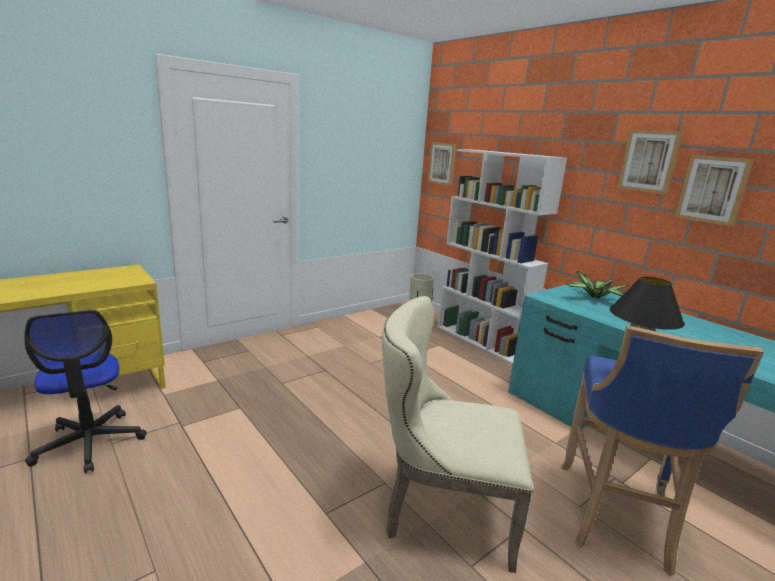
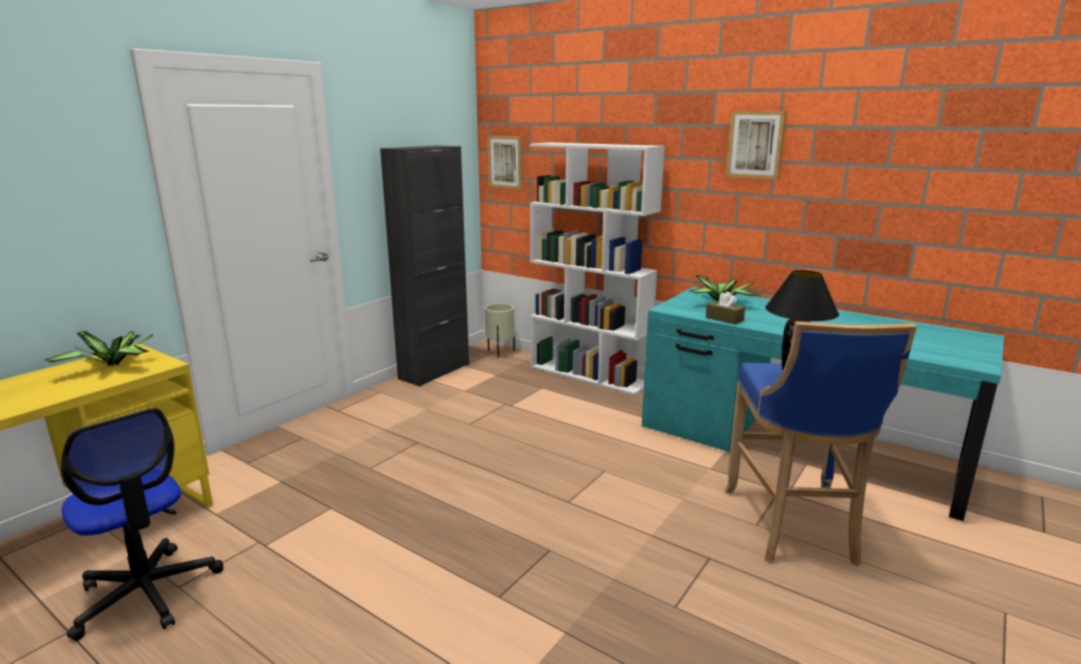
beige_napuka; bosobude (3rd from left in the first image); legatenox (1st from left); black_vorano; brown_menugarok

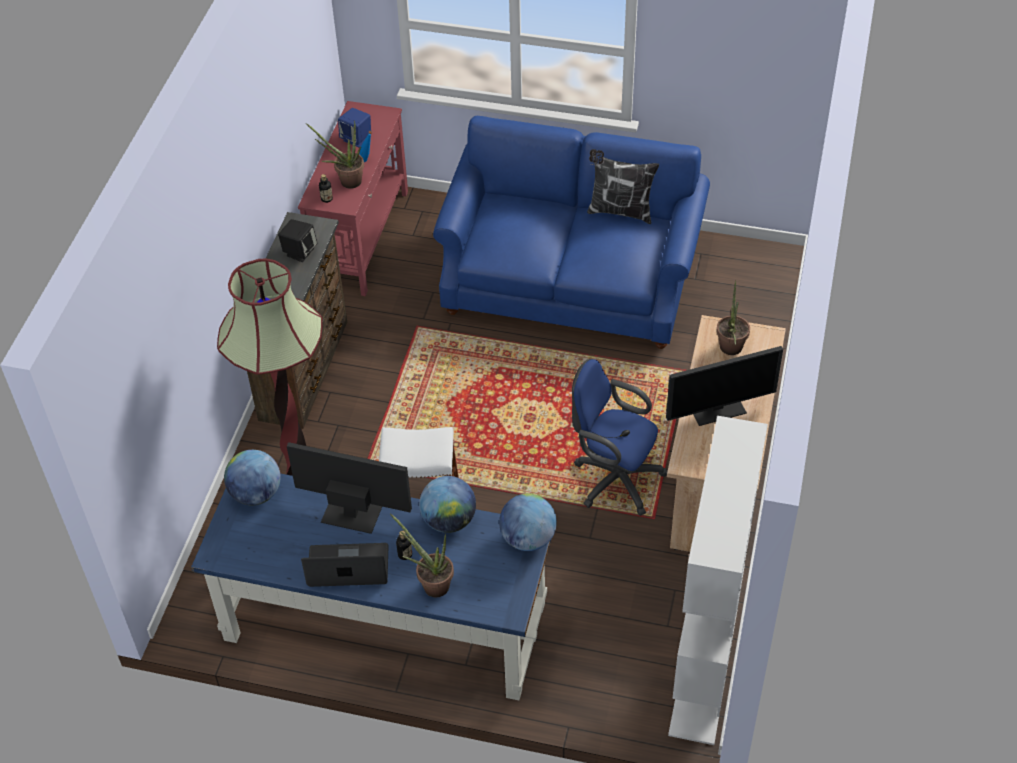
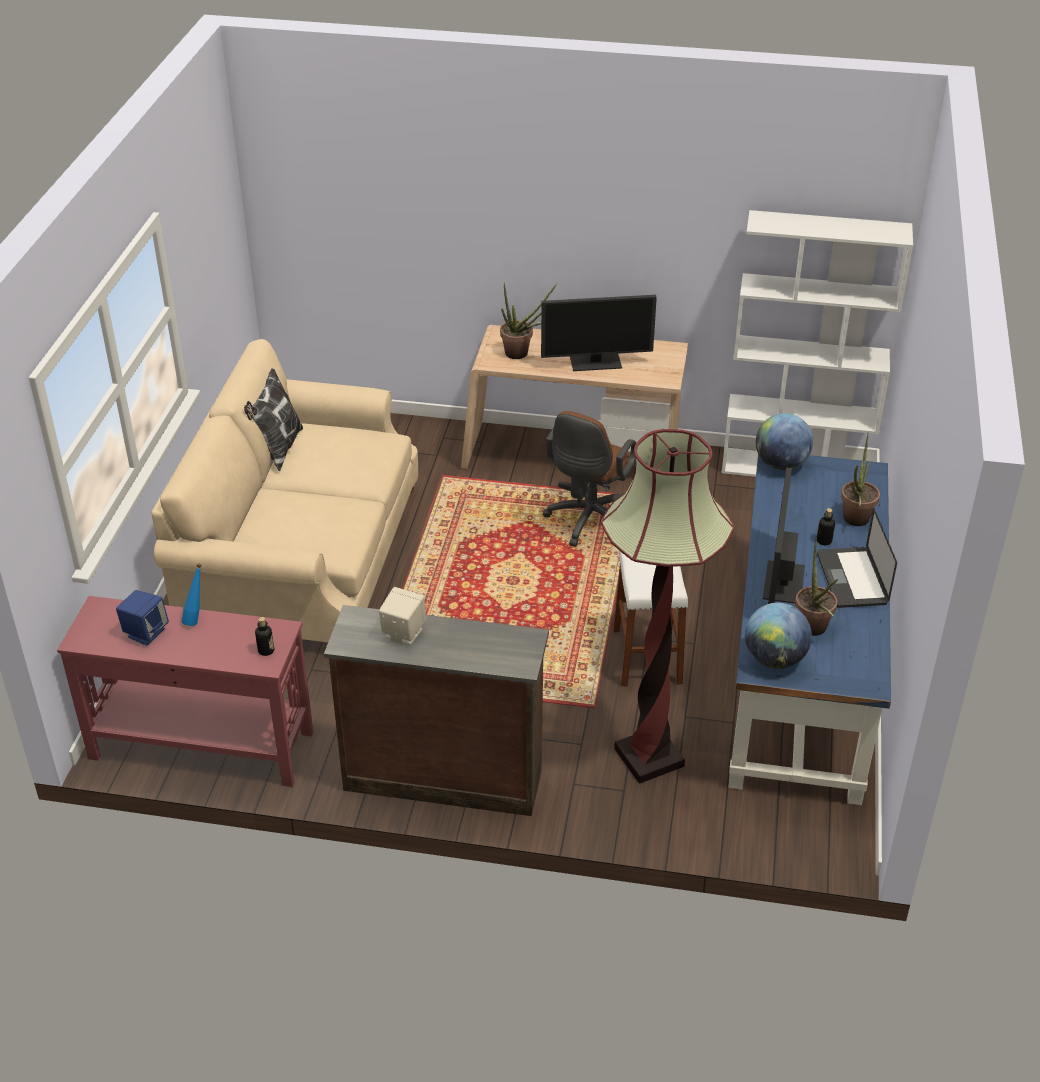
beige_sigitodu; legatenox (2nd from left); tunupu (2nd from left in the first image); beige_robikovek; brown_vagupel; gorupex (1st from left)

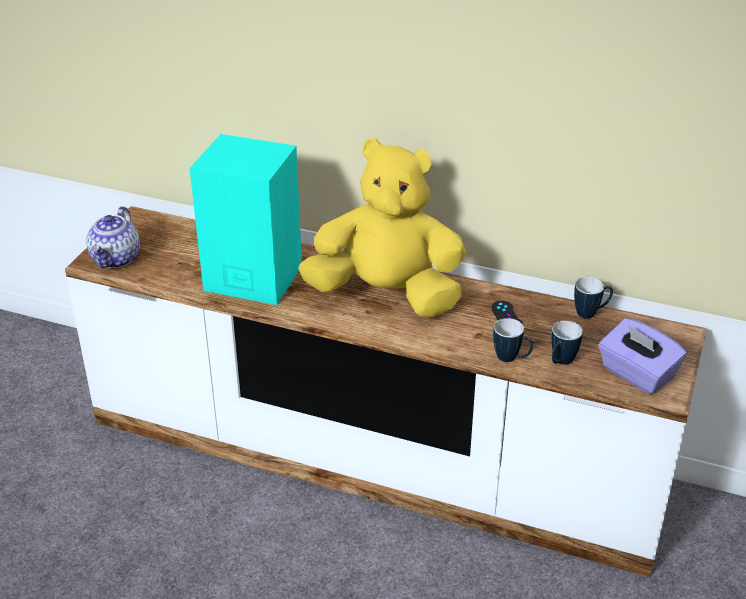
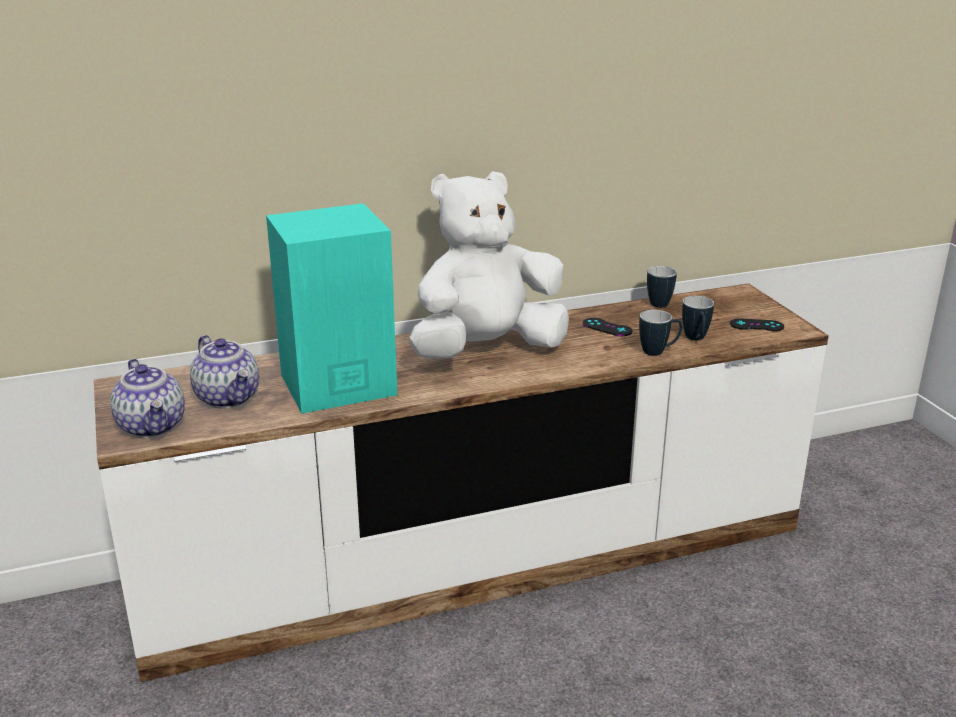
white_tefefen; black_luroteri (2nd from left); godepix (2nd from left)

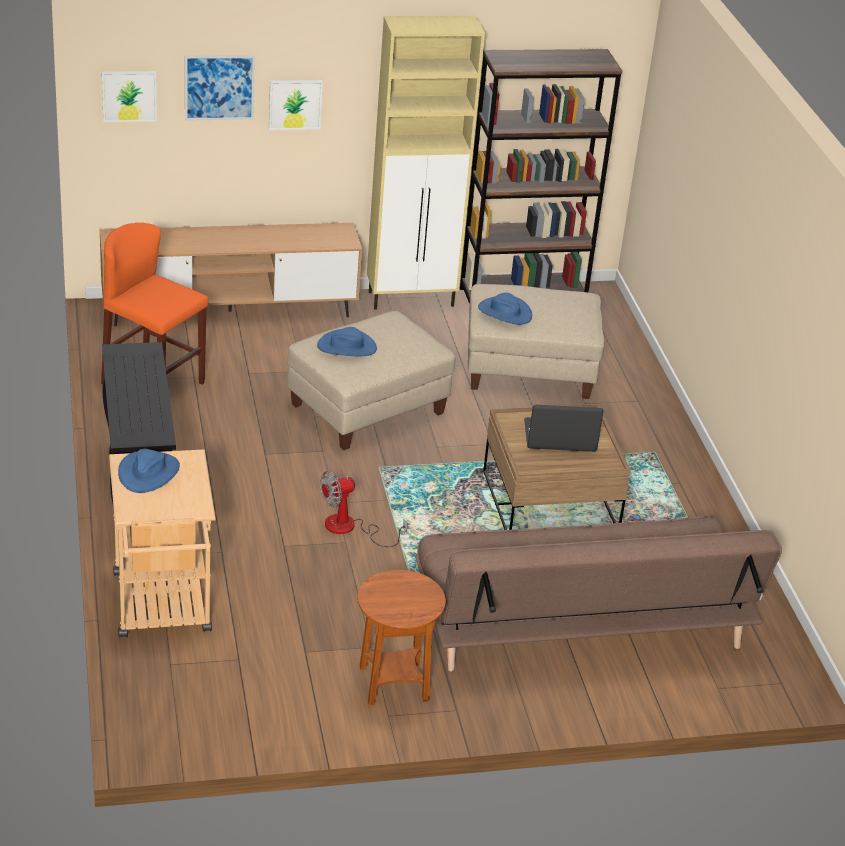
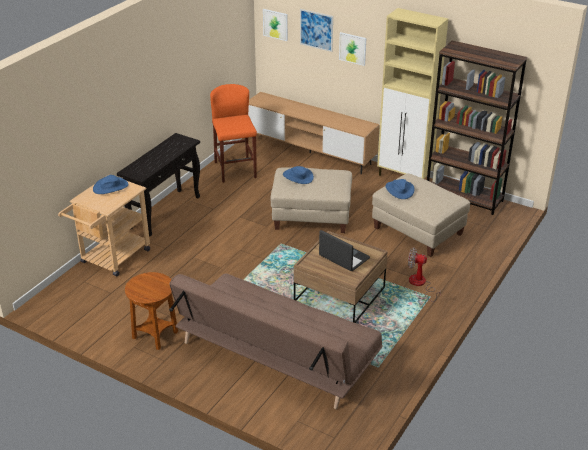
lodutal

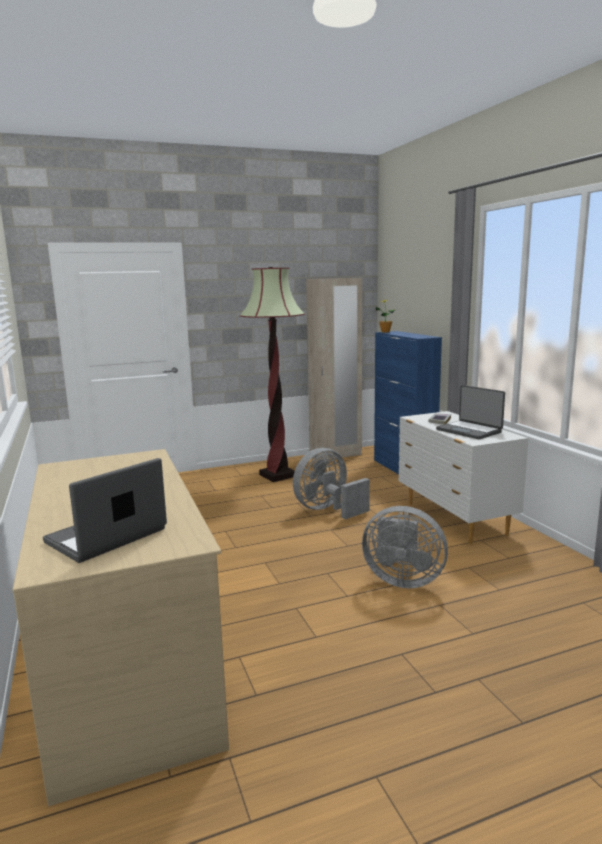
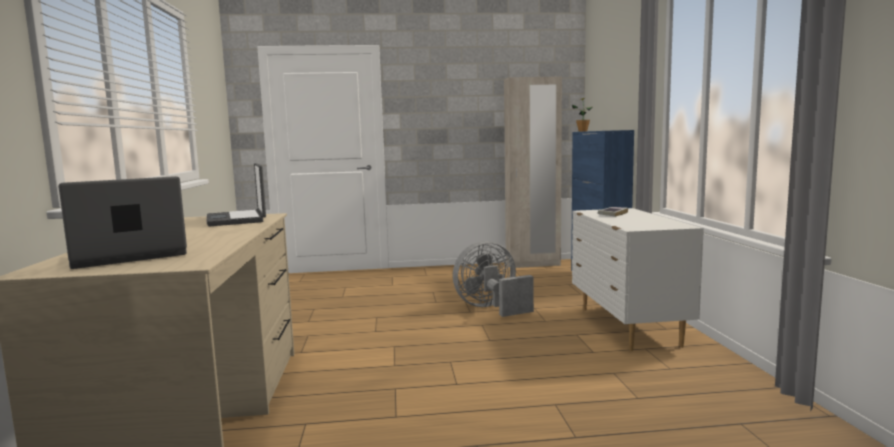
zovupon; grey_lodutal (2nd from left in the first image); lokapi (2nd from left)

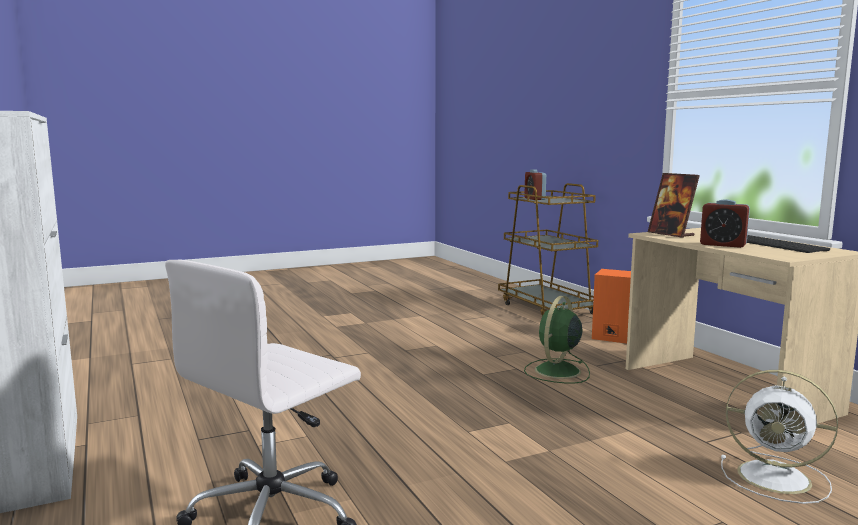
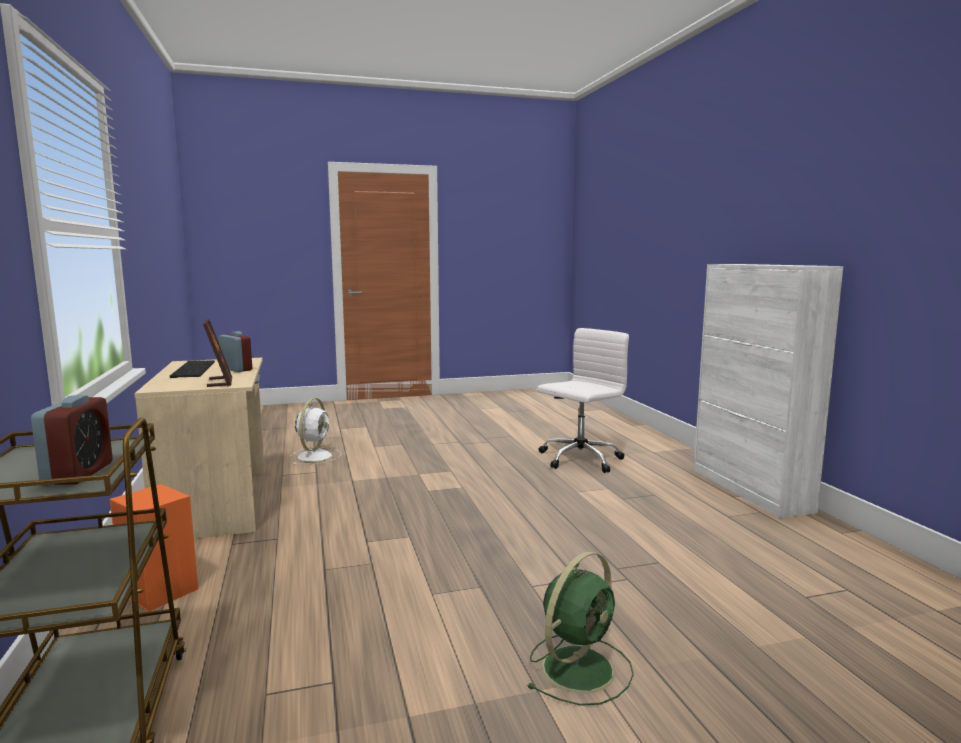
green_lodutal; white_lodutal

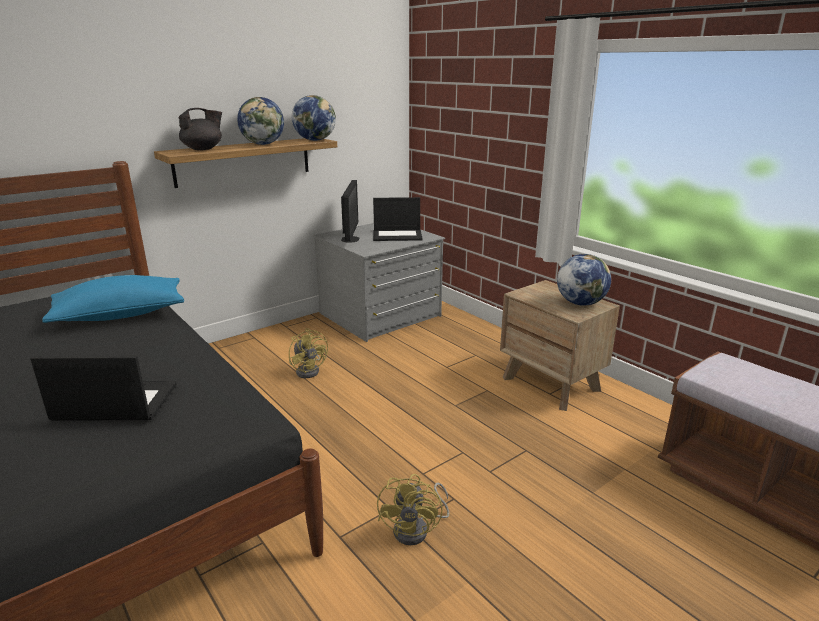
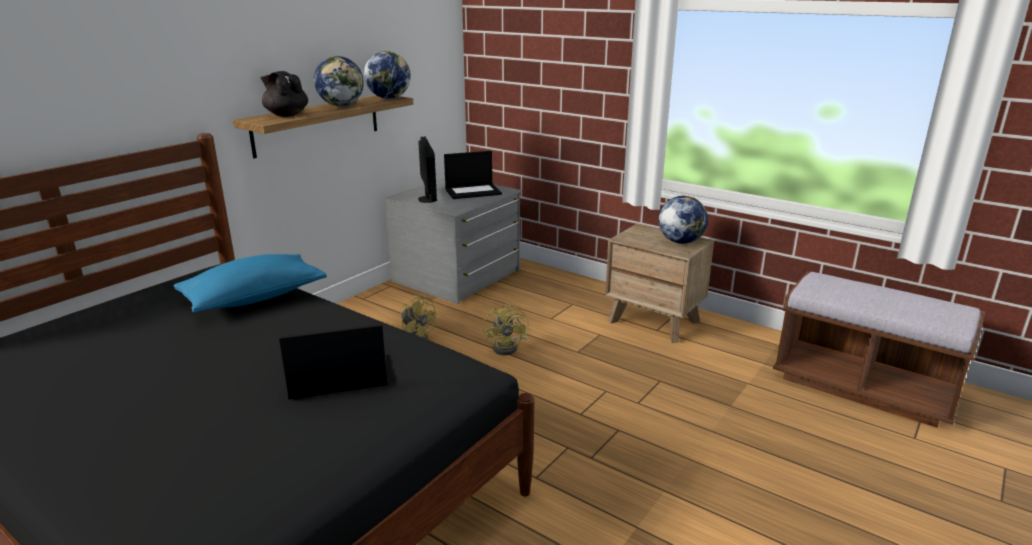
black_godepix; yellow_lodutal (2nd from left)

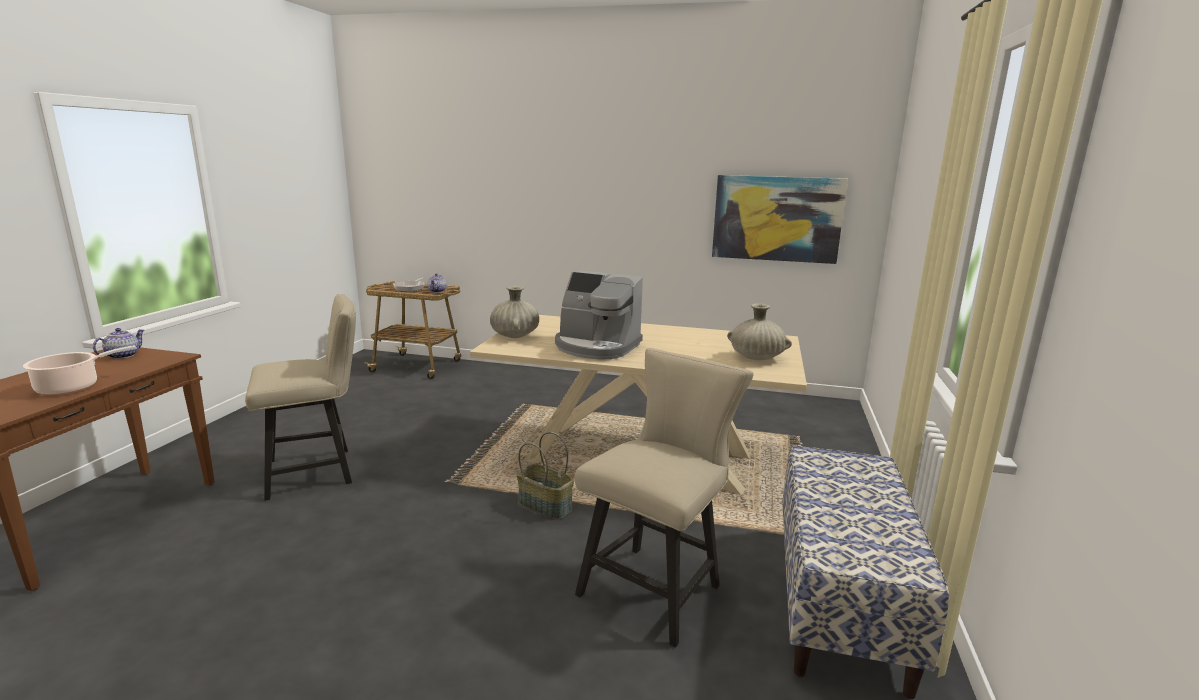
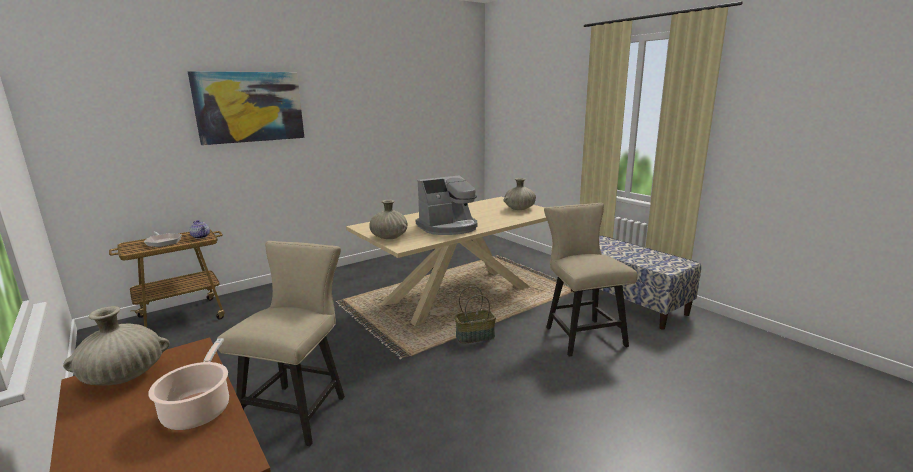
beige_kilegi (1st from left); bosobude

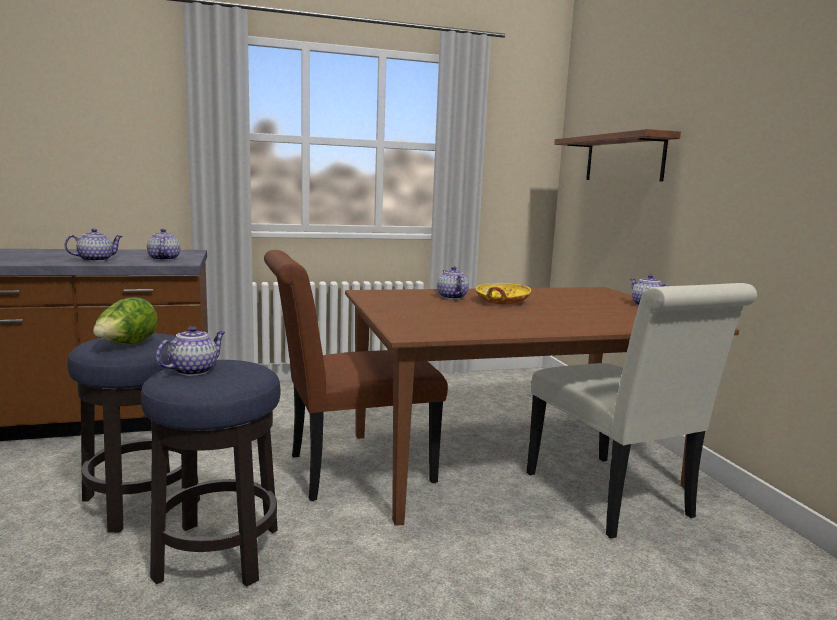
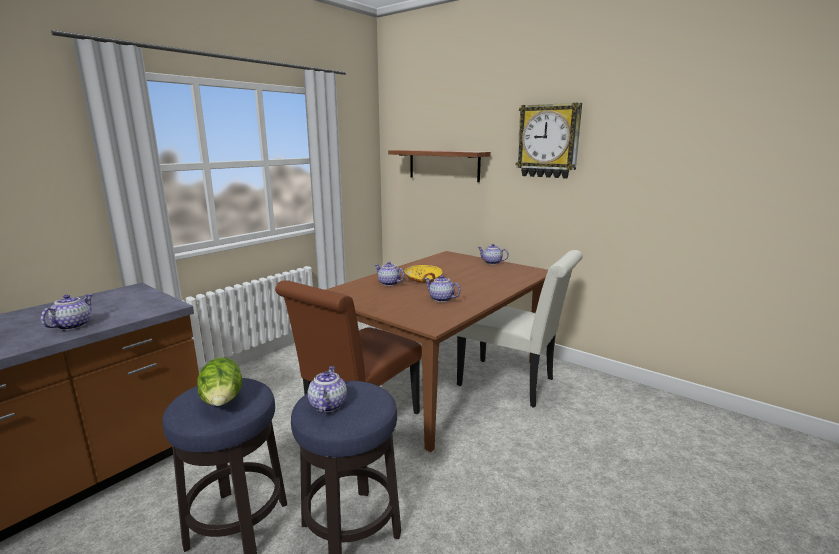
godepix (4th from left); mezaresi

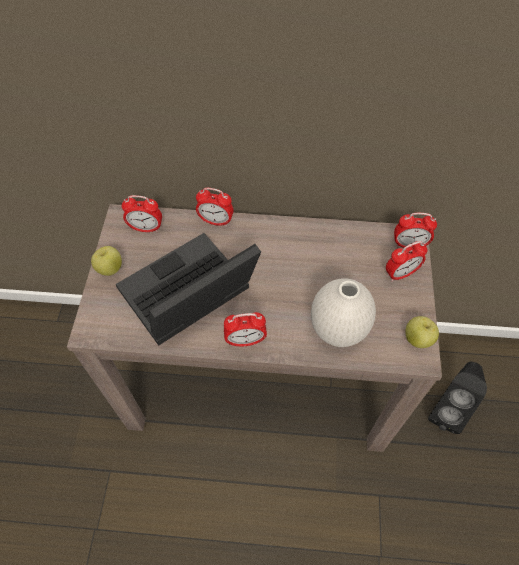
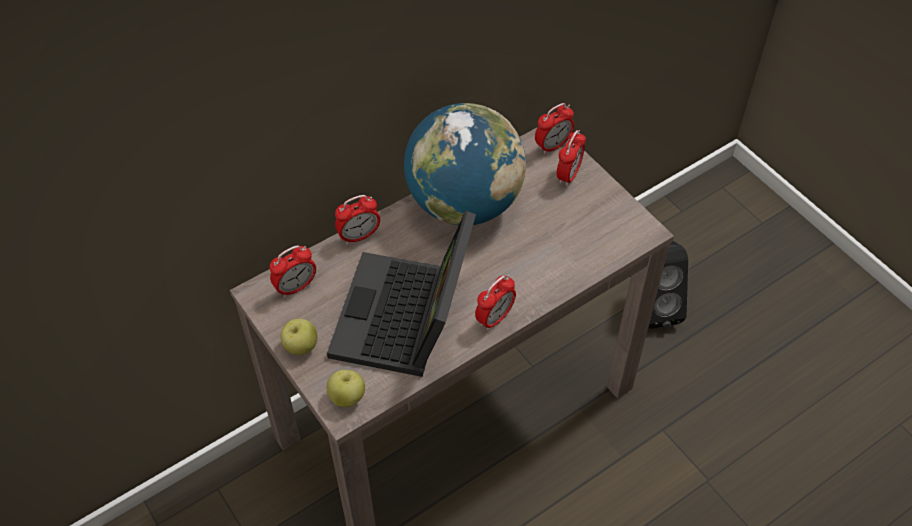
white_kilegi; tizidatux (2nd from left); tunupu

